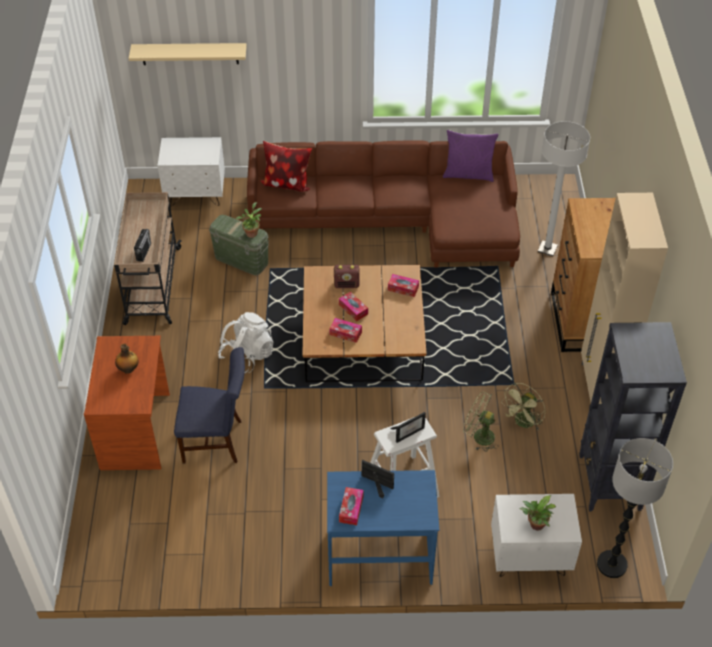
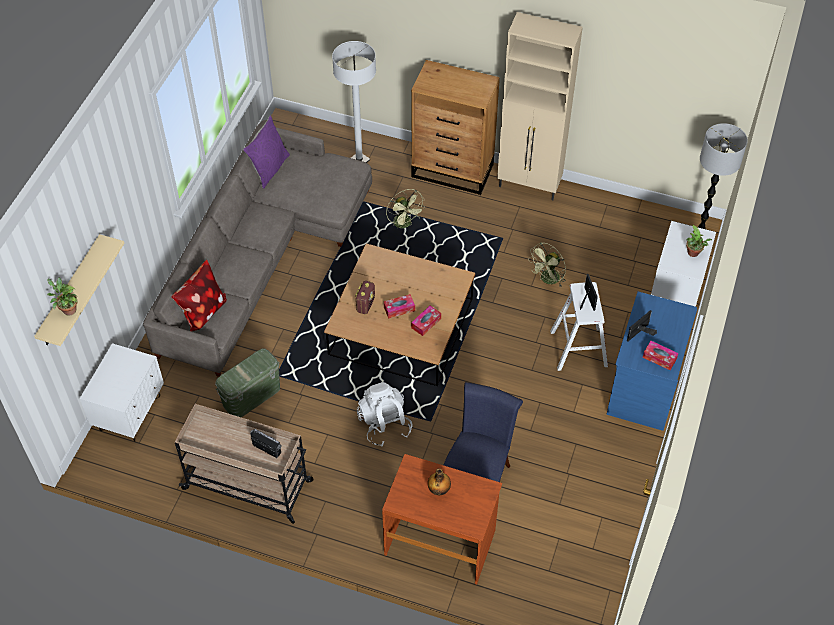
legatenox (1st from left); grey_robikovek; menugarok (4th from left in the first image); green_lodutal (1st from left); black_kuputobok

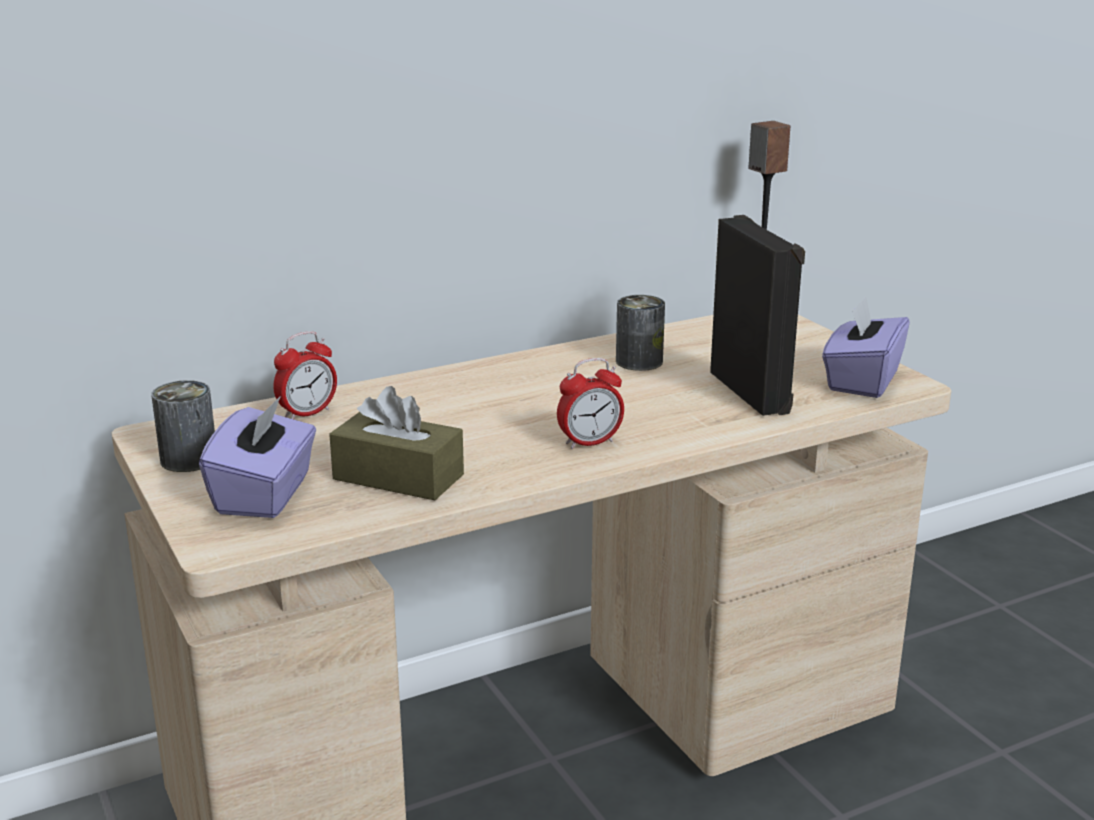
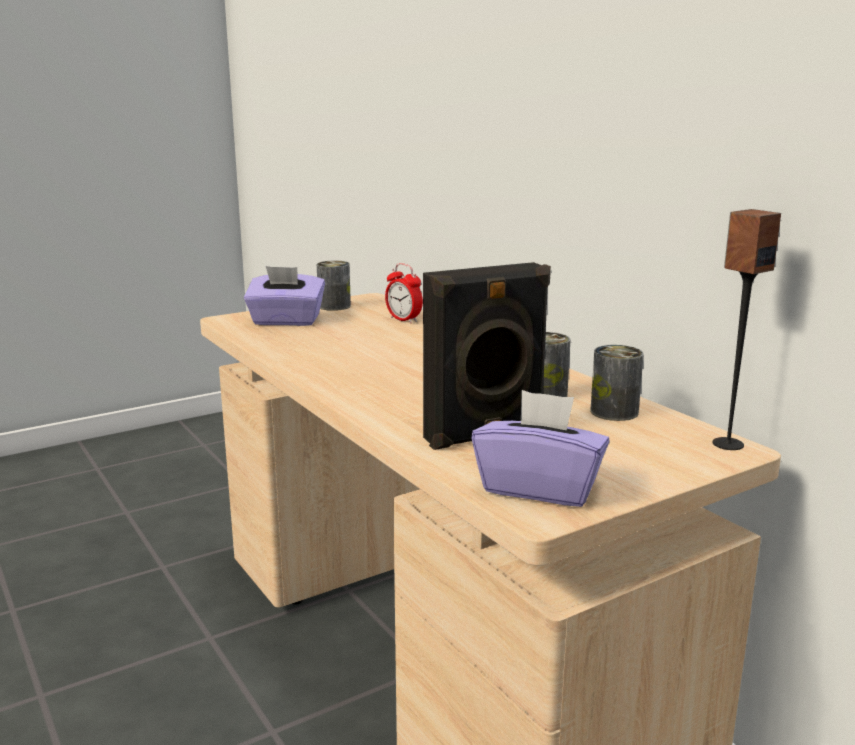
brown_menugarok; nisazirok (2nd from left in the first image); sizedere (3rd from left)

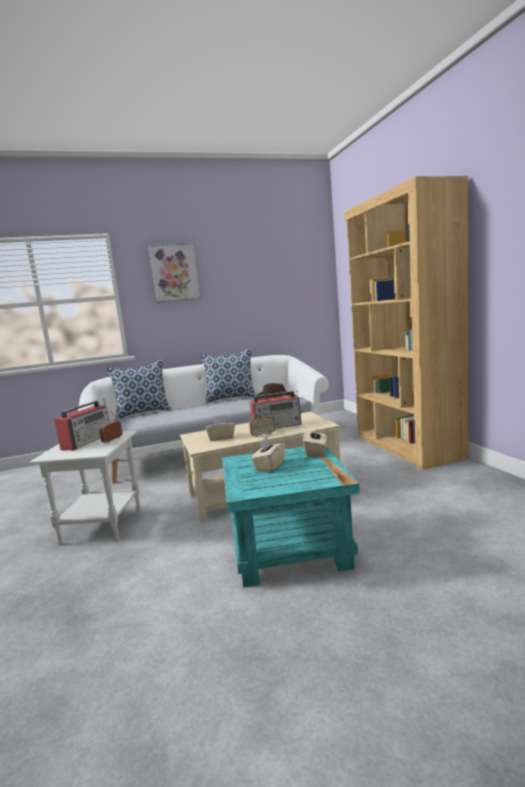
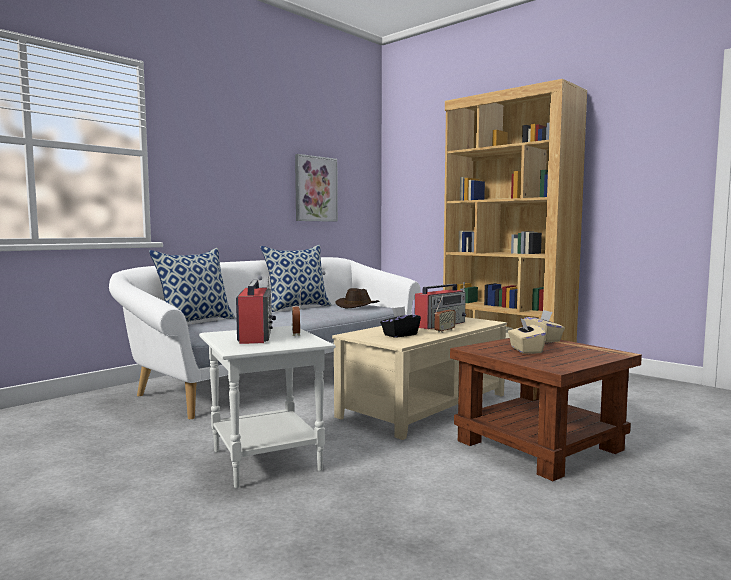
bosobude; black_menugarok; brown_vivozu

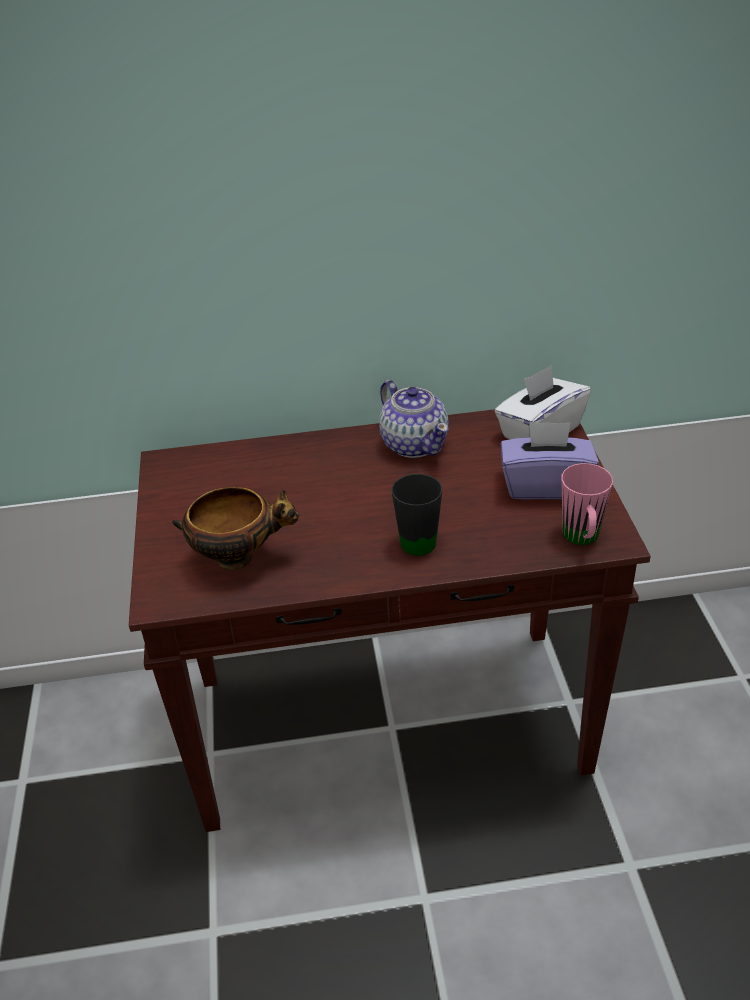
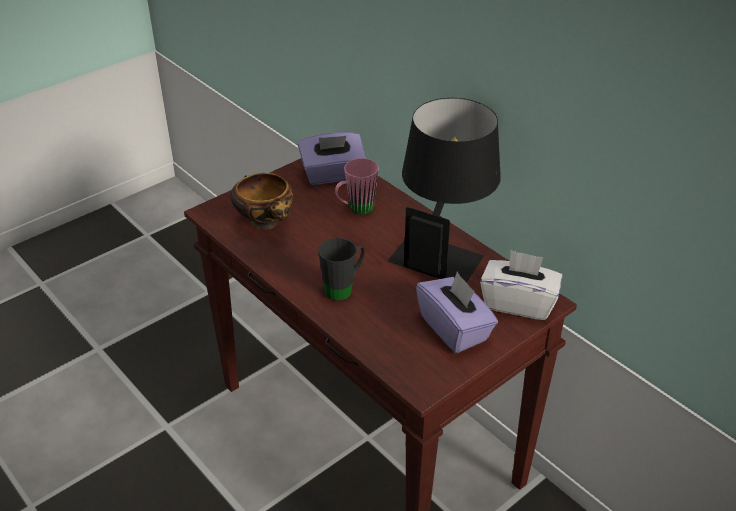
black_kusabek; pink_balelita; purple_menugarok (1st from left)

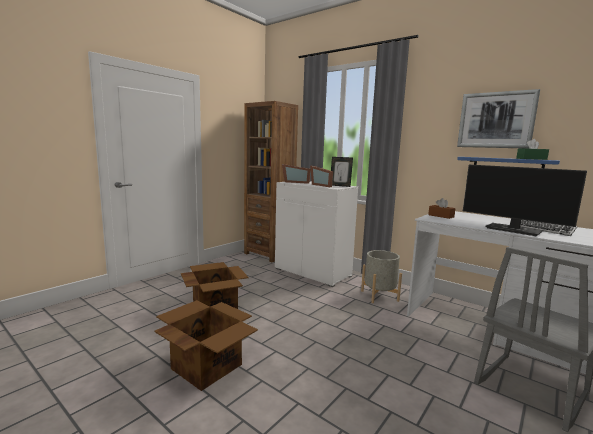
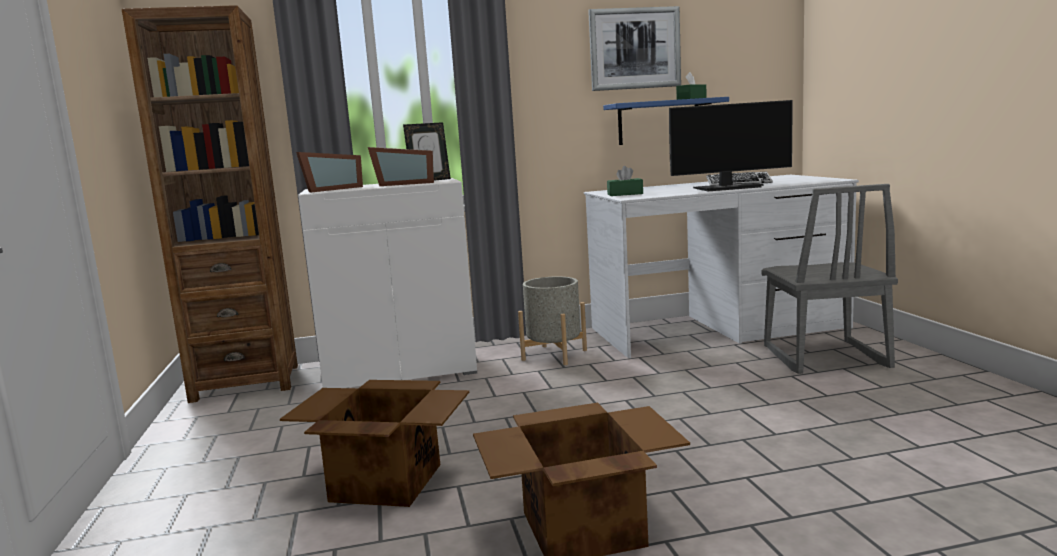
green_menugarok (1st from left)

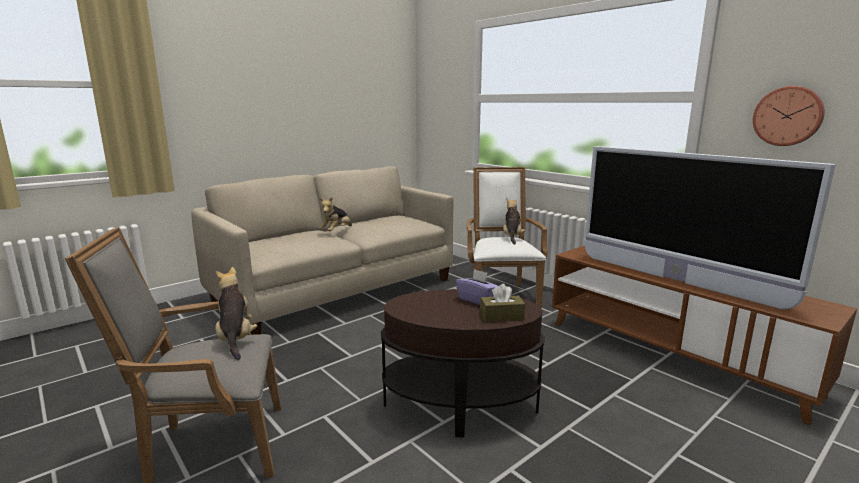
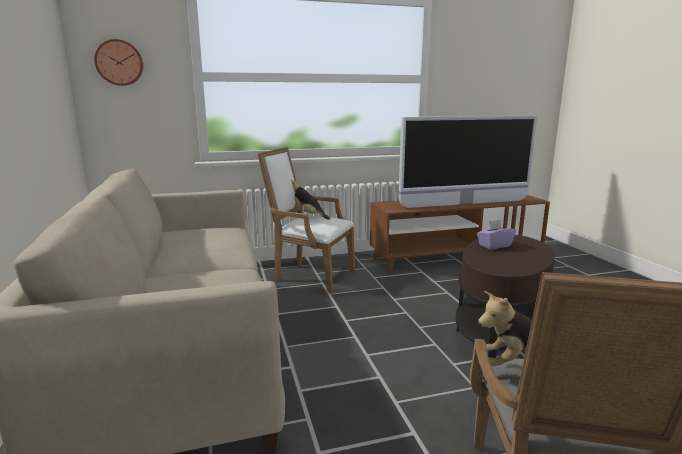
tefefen (2nd from left in the first image); brown_menugarok; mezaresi

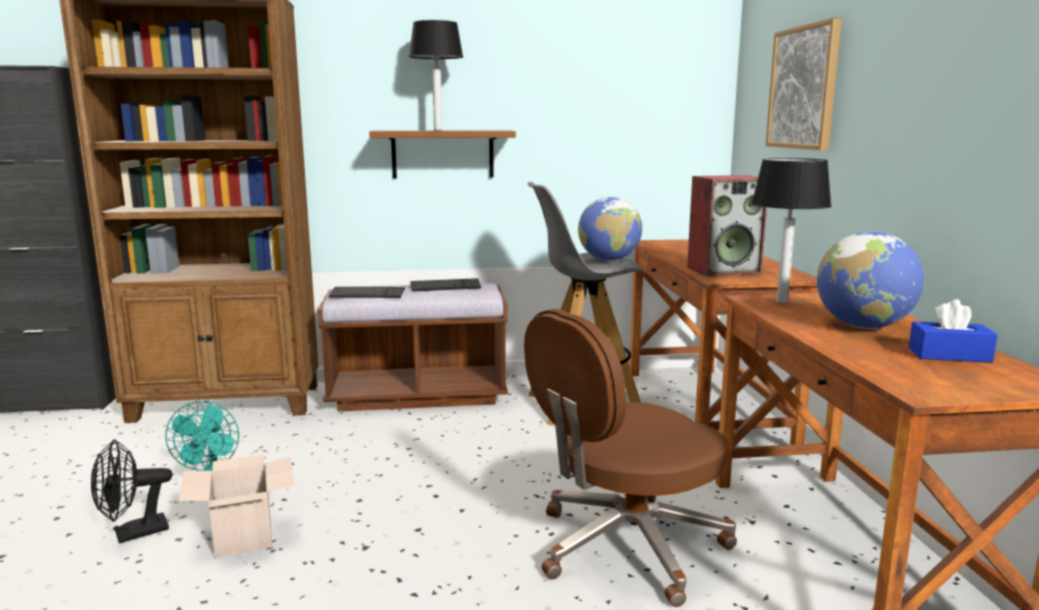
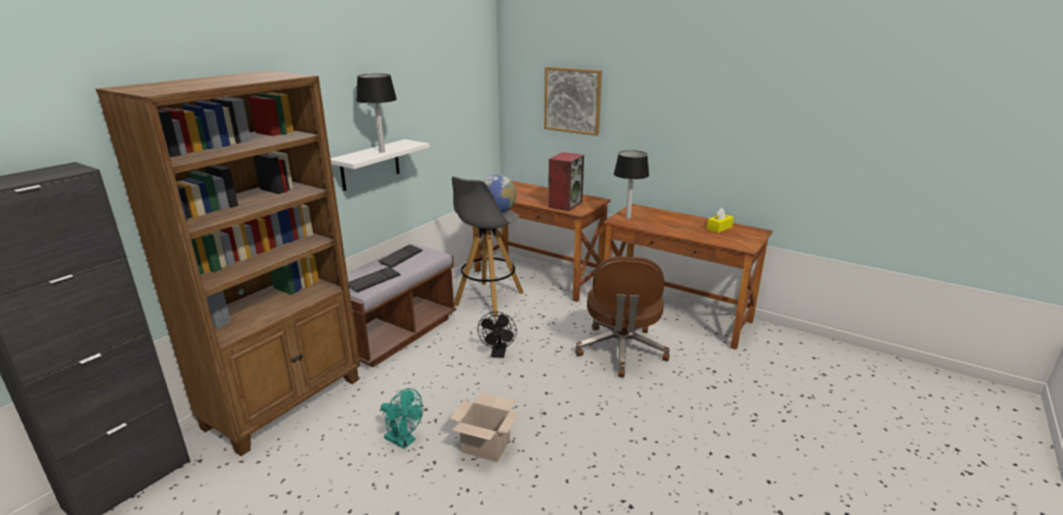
black_lodutal; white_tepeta; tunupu (2nd from left in the first image); yellow_menugarok

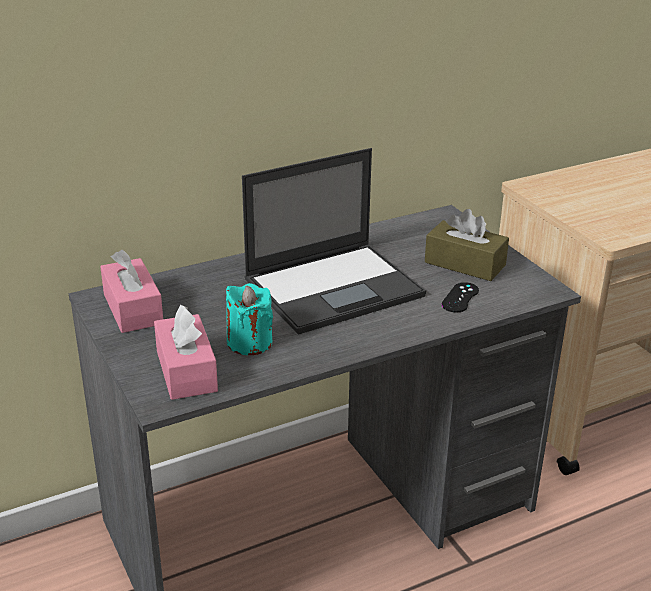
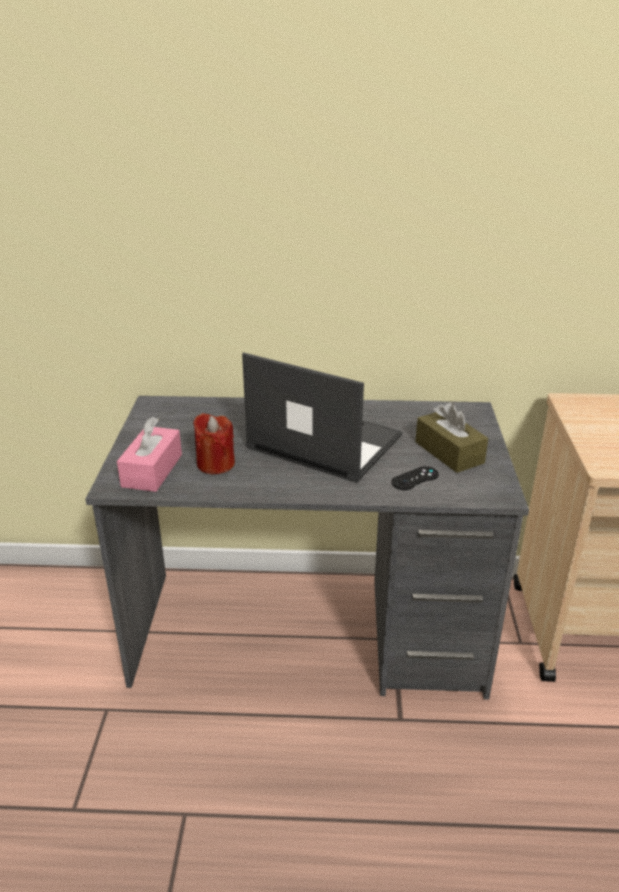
pink_menugarok (1st from left in the first image); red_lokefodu; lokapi

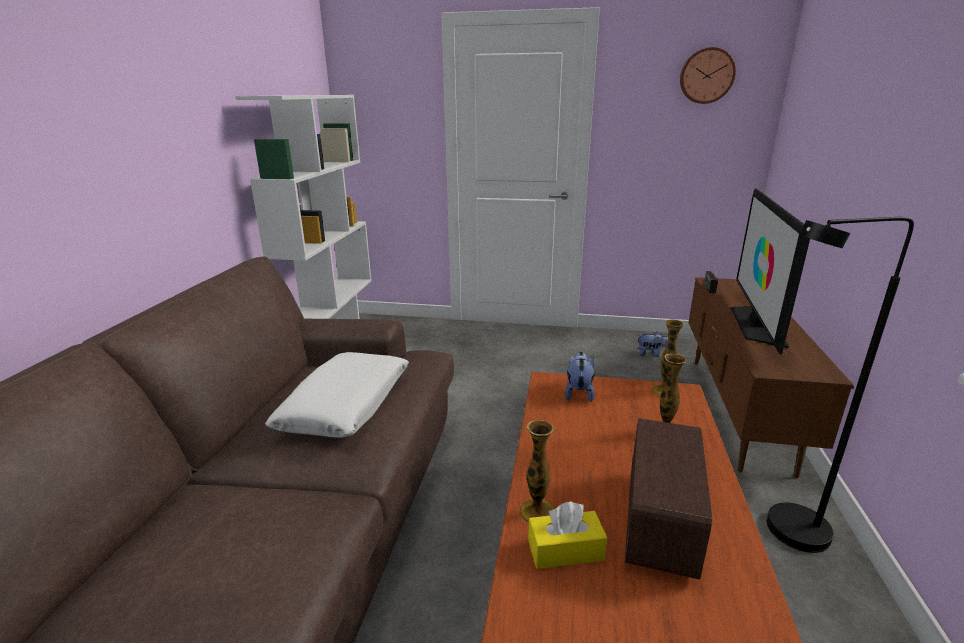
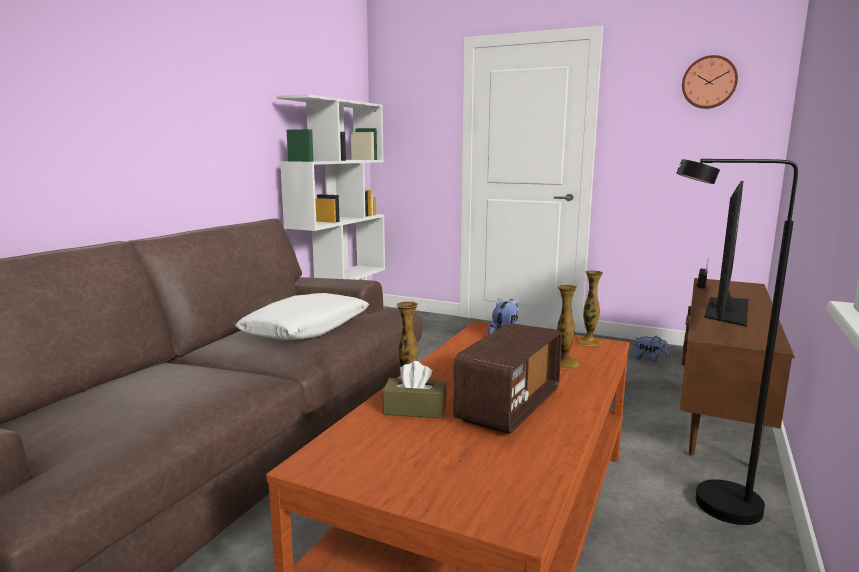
brown_menugarok

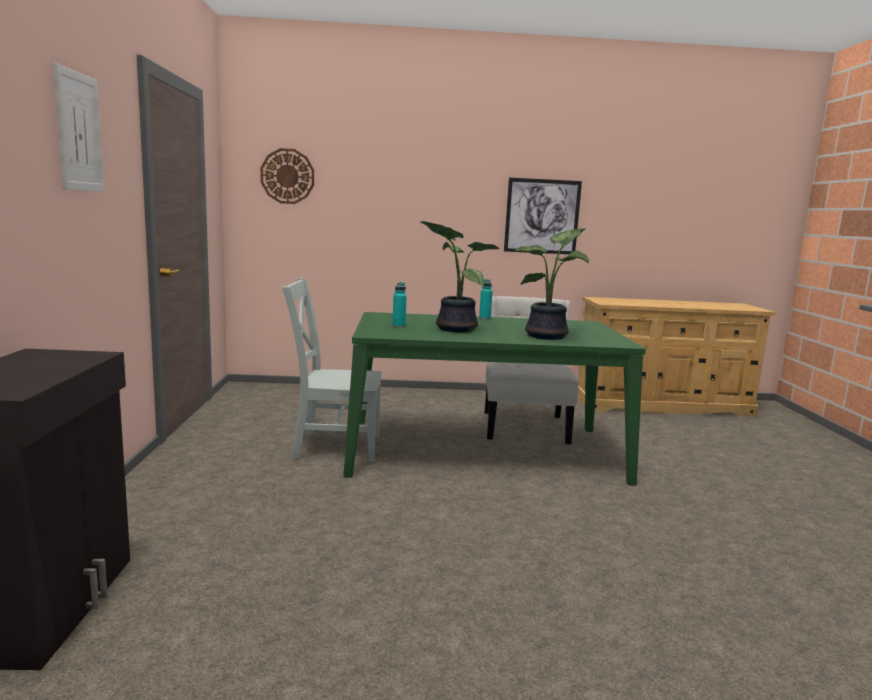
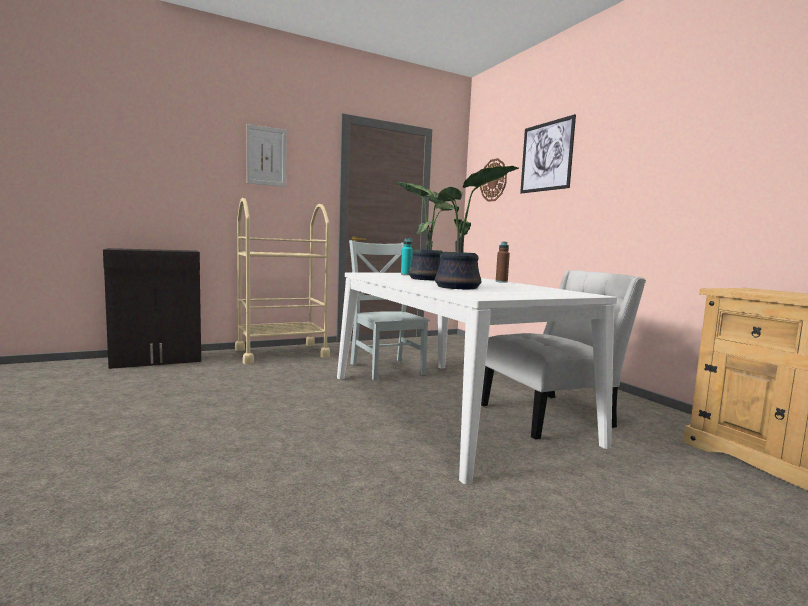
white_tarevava; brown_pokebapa; bosobude (2nd from left); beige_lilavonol

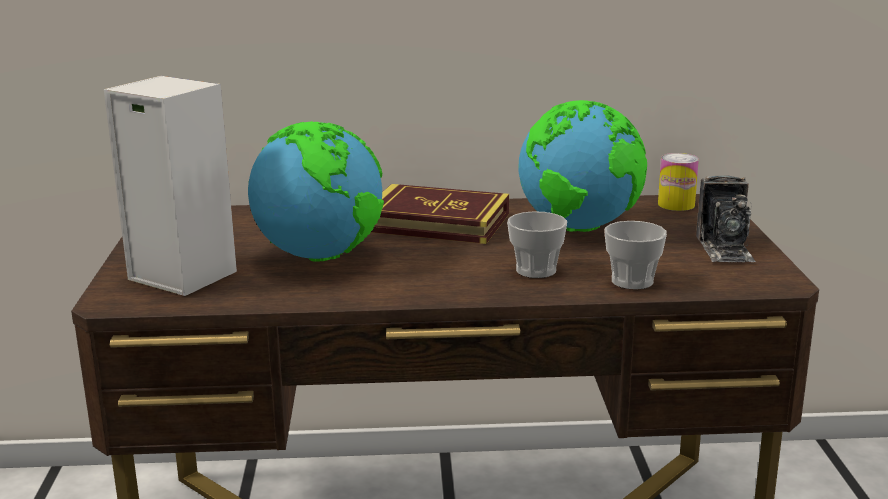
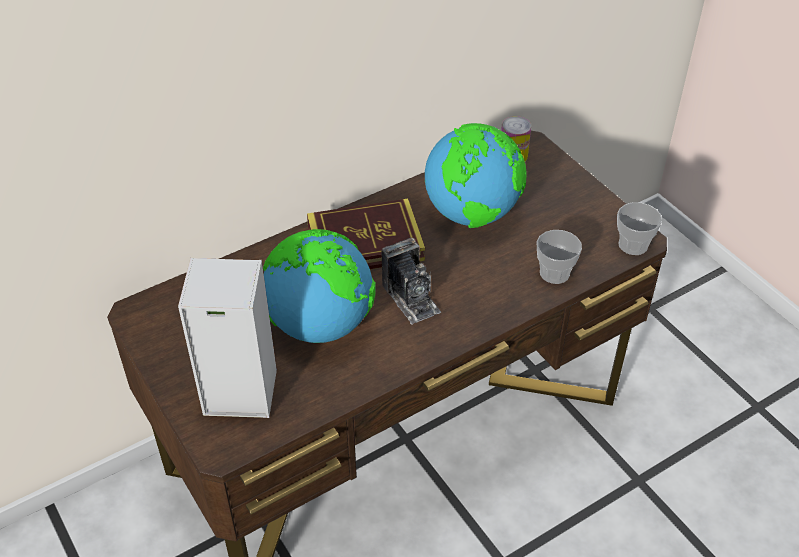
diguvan (2nd from left); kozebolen

